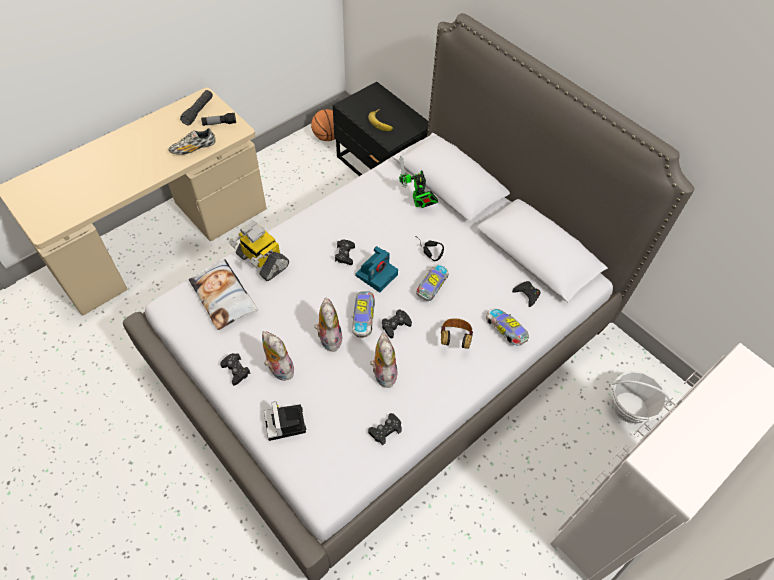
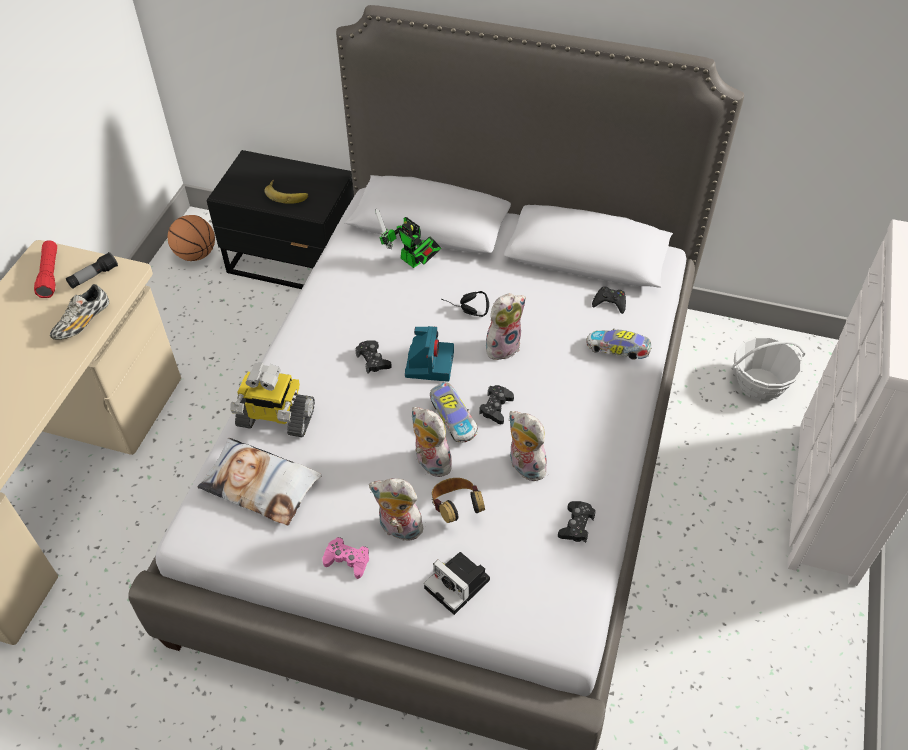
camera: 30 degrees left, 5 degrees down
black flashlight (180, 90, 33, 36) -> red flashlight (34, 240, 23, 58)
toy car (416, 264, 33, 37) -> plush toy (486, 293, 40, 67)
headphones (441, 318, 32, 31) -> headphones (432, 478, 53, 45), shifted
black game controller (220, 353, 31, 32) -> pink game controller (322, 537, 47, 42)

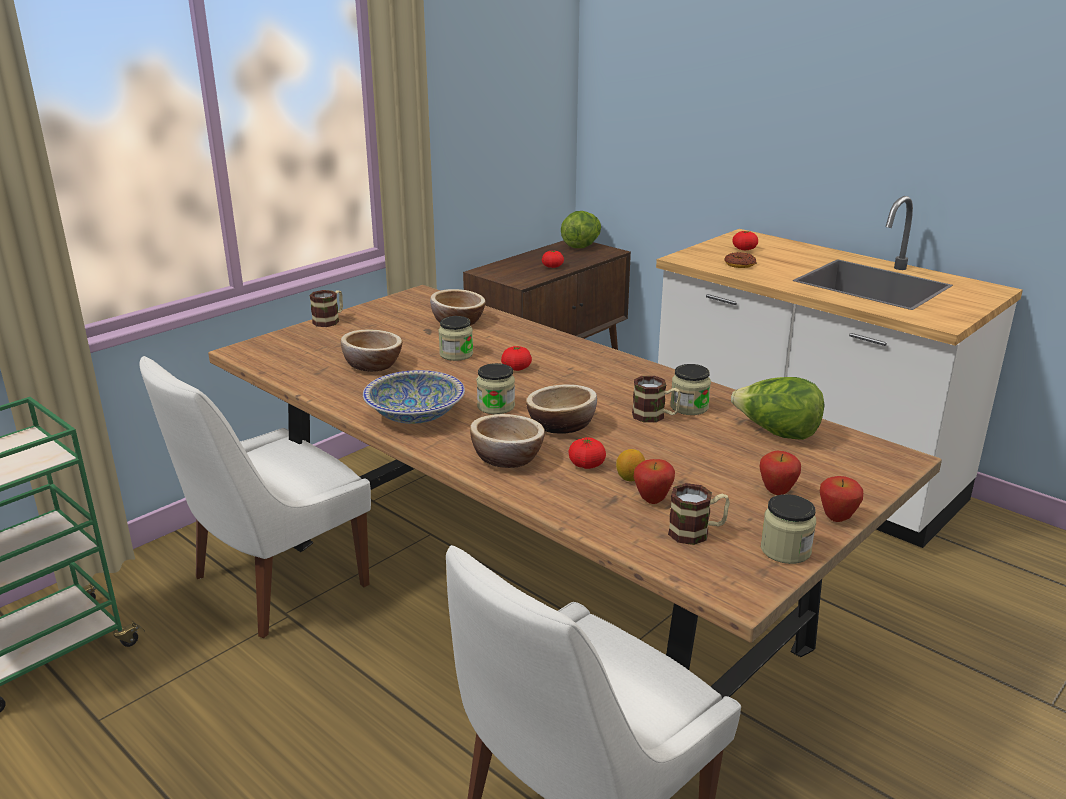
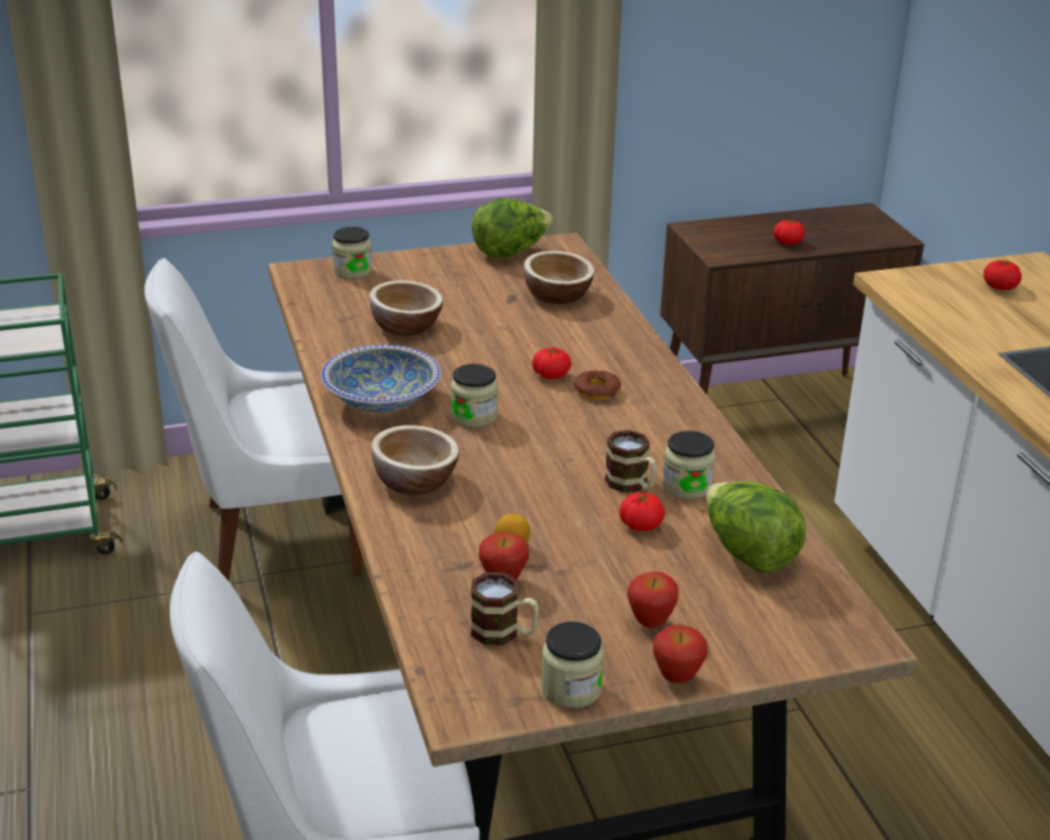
camera: 30 degrees right, 5 degrees up
lettuce (561, 211, 40, 37) -> lettuce (472, 198, 81, 60), shifted
donut (724, 252, 32, 16) -> donut (574, 370, 47, 30), shifted
mug (309, 290, 34, 37) -> none
jar (438, 316, 35, 45) -> jar (332, 227, 40, 52), shifted
bowl (526, 384, 71, 49) -> none
tomato (569, 437, 37, 32) -> tomato (619, 493, 46, 38), shifted

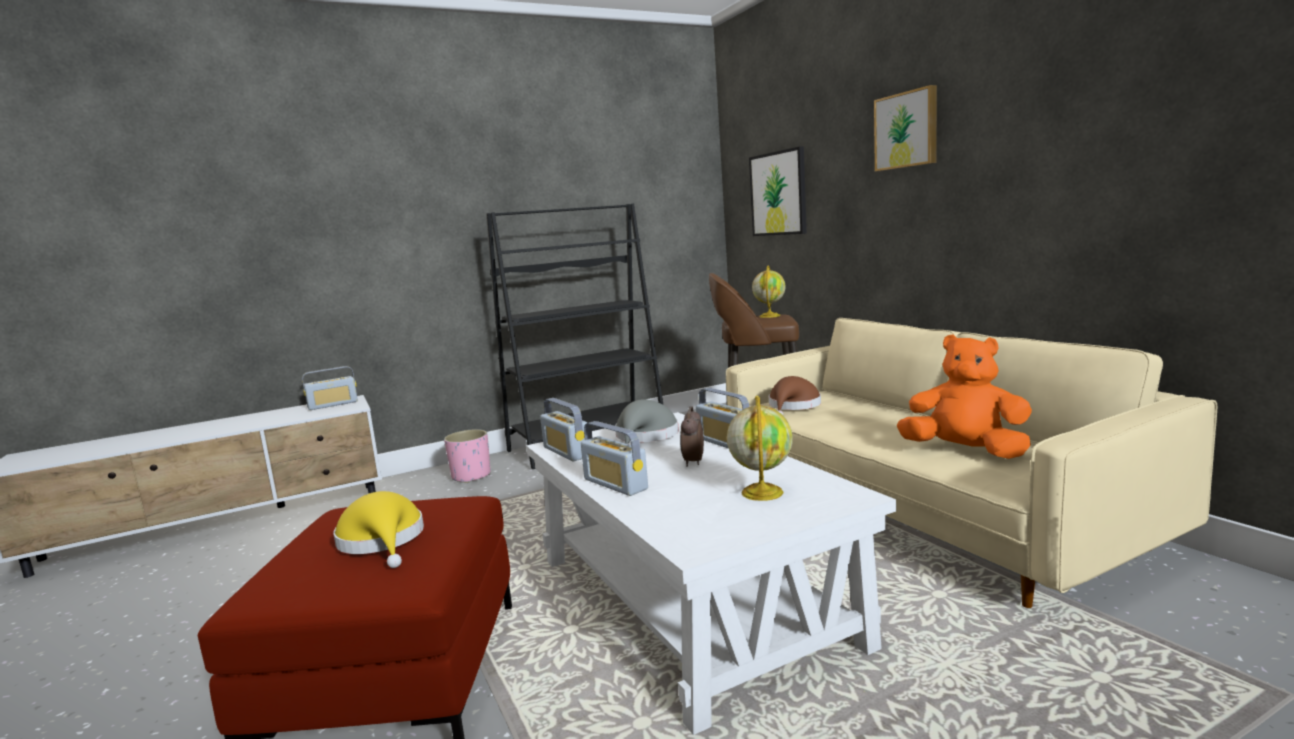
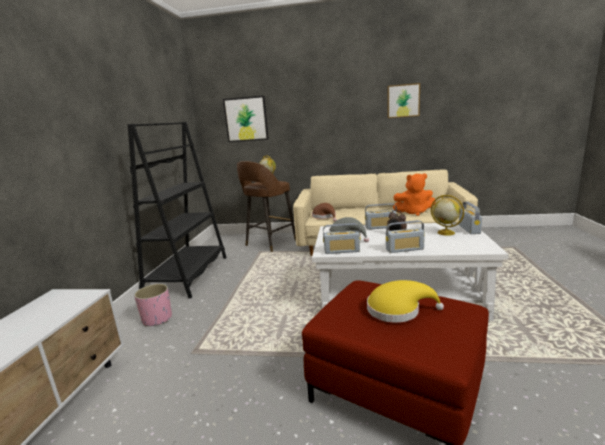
camera: 55 degrees left, 5 degrees up
picture (874, 85, 63, 86) -> picture (388, 83, 32, 35), shifted
orange plush toy (897, 334, 135, 125) -> orange plush toy (393, 173, 43, 43), 150 degrees counterclockwise
radio (302, 366, 56, 44) -> radio (458, 202, 24, 32), shifted

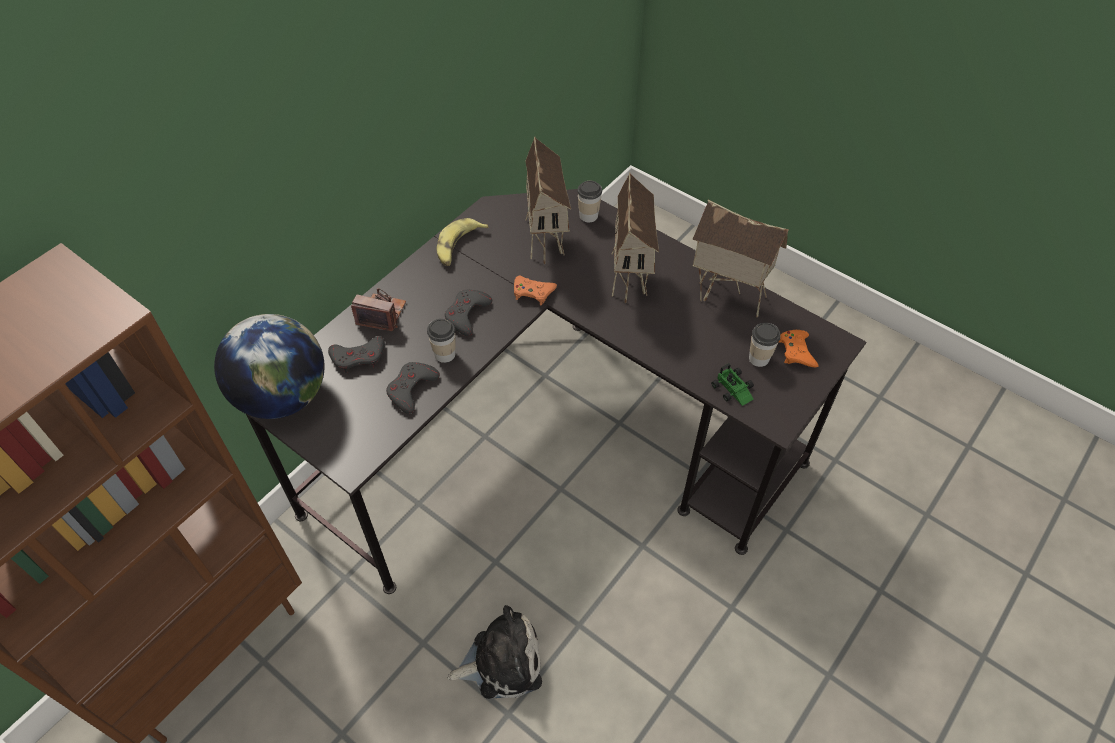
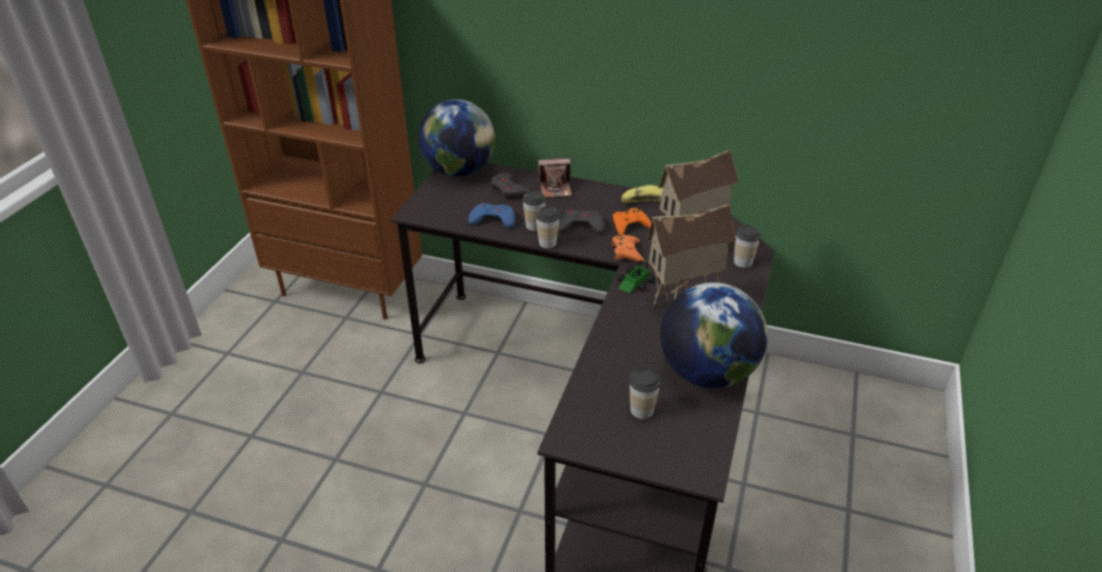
camera: 70 degrees right, 15 degrees down
toy house (692, 199, 97, 119) -> globe (660, 282, 108, 106)
photo camera (351, 288, 55, 43) -> photo camera (537, 157, 35, 41), 90 degrees clockwise
orange game controller (779, 330, 40, 37) -> orange game controller (613, 208, 38, 27), shifted
grey game controller (386, 362, 54, 52) -> blue game controller (468, 203, 47, 25)
toy car (711, 363, 43, 43) -> toy car (617, 260, 38, 34), shifted
plush toy (448, 605, 94, 94) -> none
none -> cup (536, 206, 24, 42)

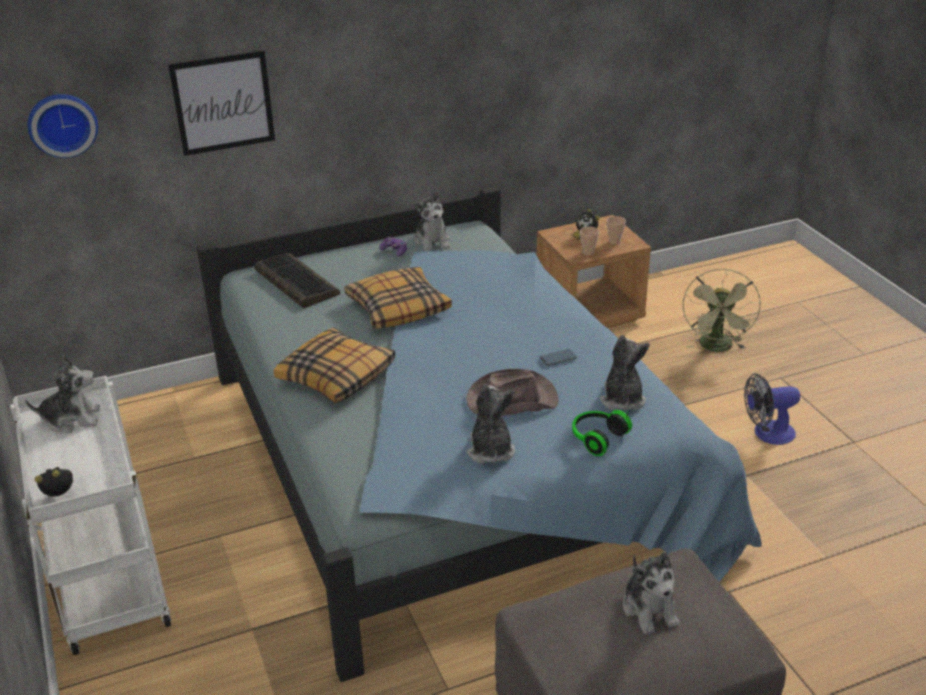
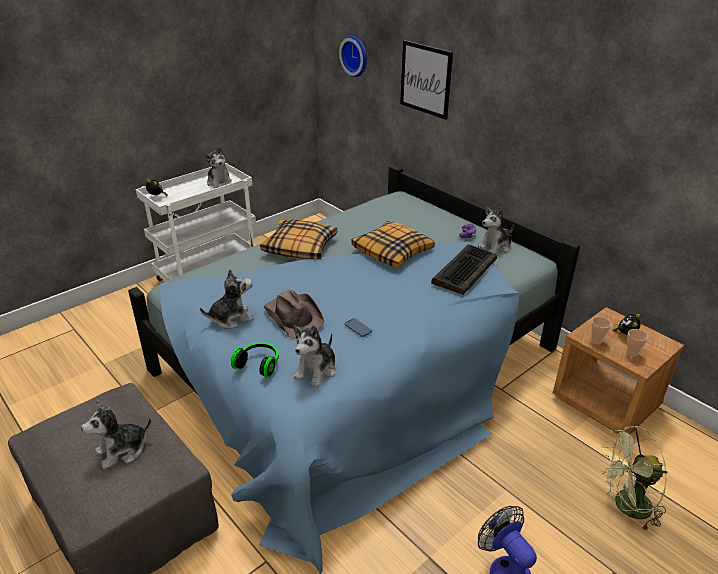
camera: 70 degrees right, 0 degrees up
keyboard (255, 253, 85, 55) -> keyboard (431, 245, 66, 50), shifted
plush toy (600, 335, 50, 75) -> plush toy (294, 325, 42, 62), 135 degrees clockwise

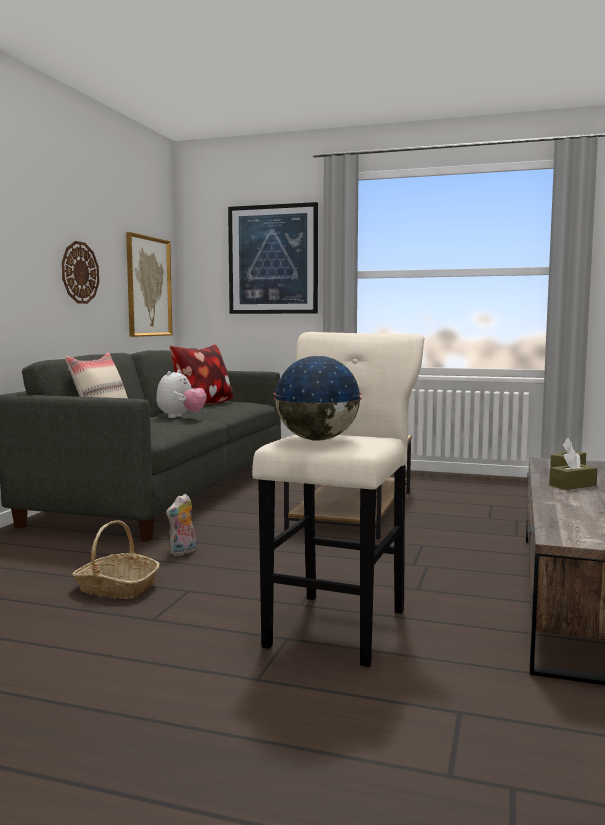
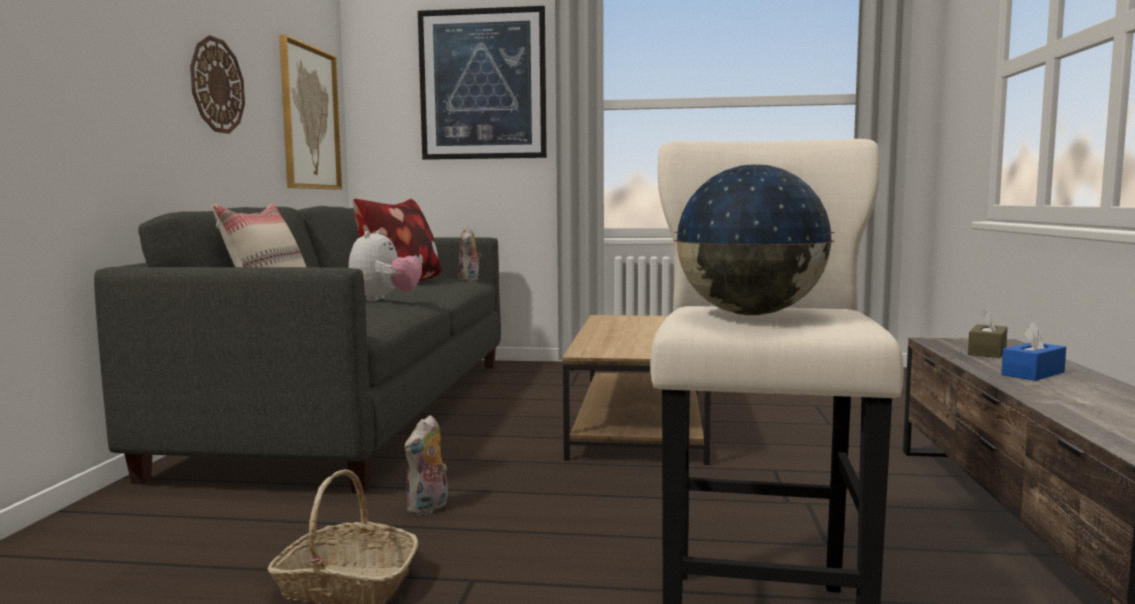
camera: 10 degrees left, 0 degrees up
brown tissue box (549, 450, 49, 40) -> blue tissue box (1001, 322, 65, 59)
none -> plush toy (458, 226, 24, 56)

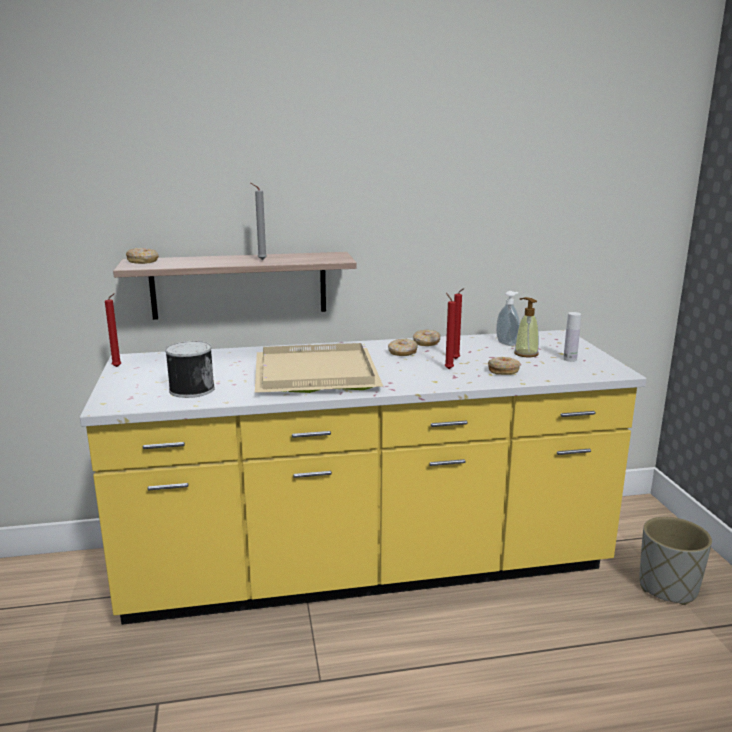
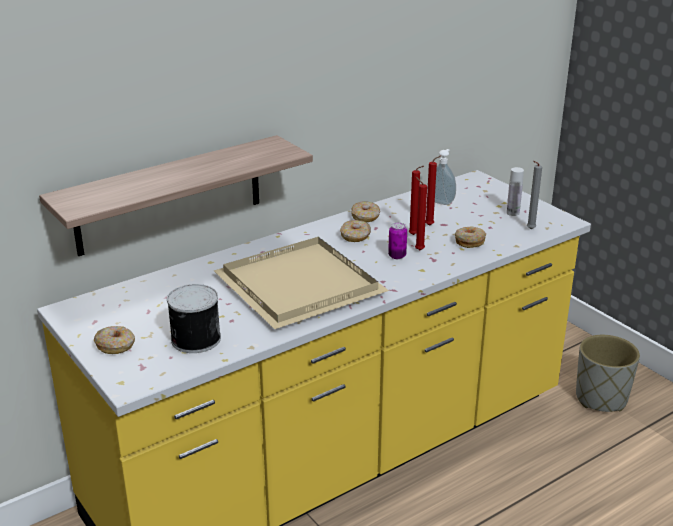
camera: 25 degrees left, 10 degrees up
grey candle (251, 183, 16, 77) -> grey candle (527, 161, 15, 68), shifted
donut (126, 248, 33, 16) -> donut (94, 326, 41, 28), shifted
red candle (105, 293, 16, 74) -> red candle (425, 155, 16, 71), shifted
soap dispenser (514, 297, 25, 60) -> none
none -> can (388, 222, 19, 37)

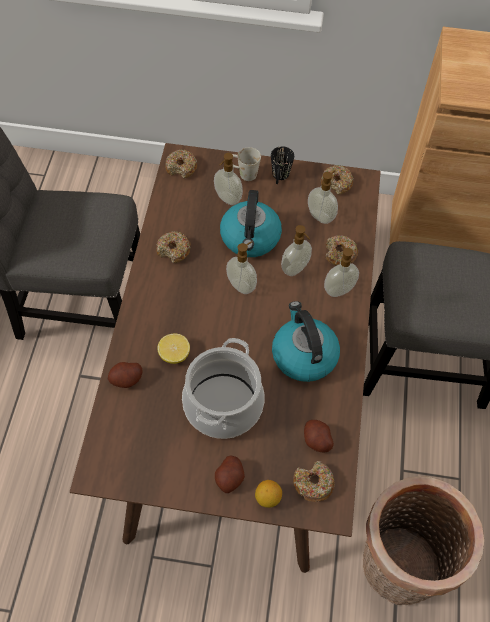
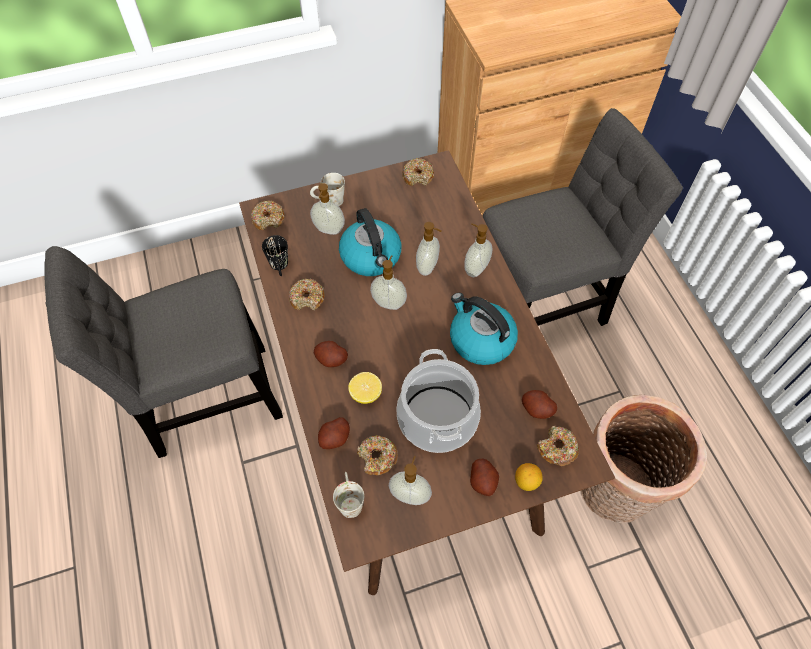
camera: 25 degrees left, 0 degrees up
black mug (271, 146, 23, 38) -> black mug (262, 235, 26, 41), shifted
soap dispenser (308, 170, 30, 54) -> soap dispenser (389, 456, 43, 49), shifted
donut (325, 235, 33, 31) -> donut (357, 436, 41, 39), shifted
none -> potato (314, 341, 34, 26)
none -> white mug (333, 472, 31, 46)

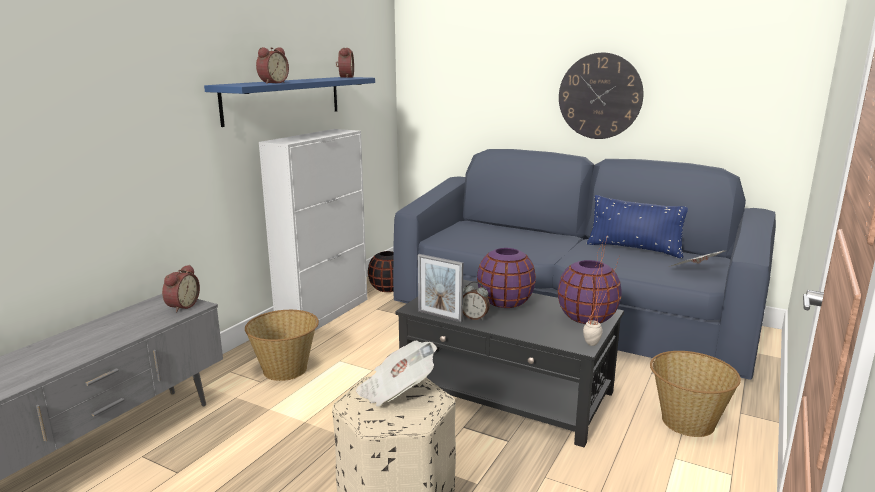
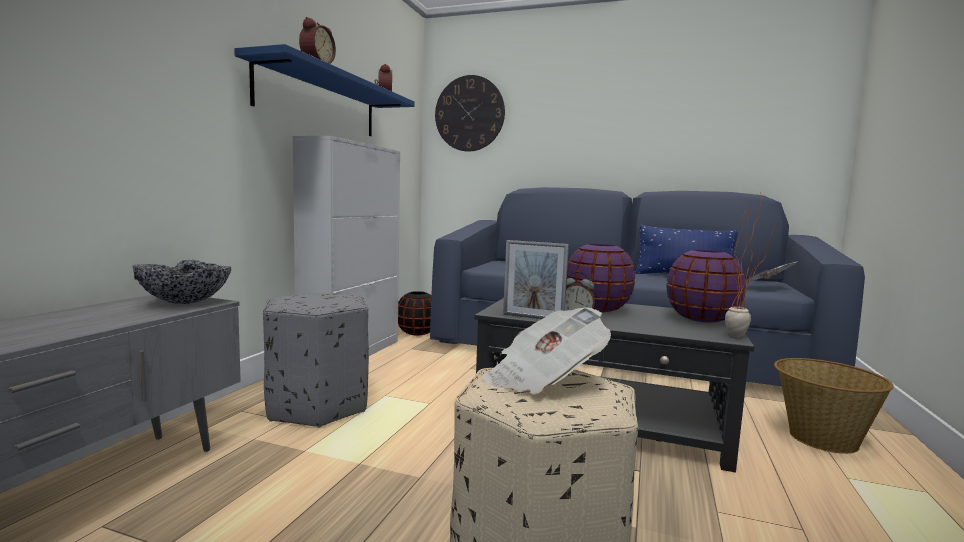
camera: 10 degrees left, 10 degrees down
wall clock (559, 53, 84, 86) -> wall clock (435, 75, 70, 77), shifted
alarm clock (162, 265, 38, 47) -> bowl (133, 260, 98, 44)
basket (245, 310, 74, 71) -> grey ottoman (263, 293, 106, 135)

